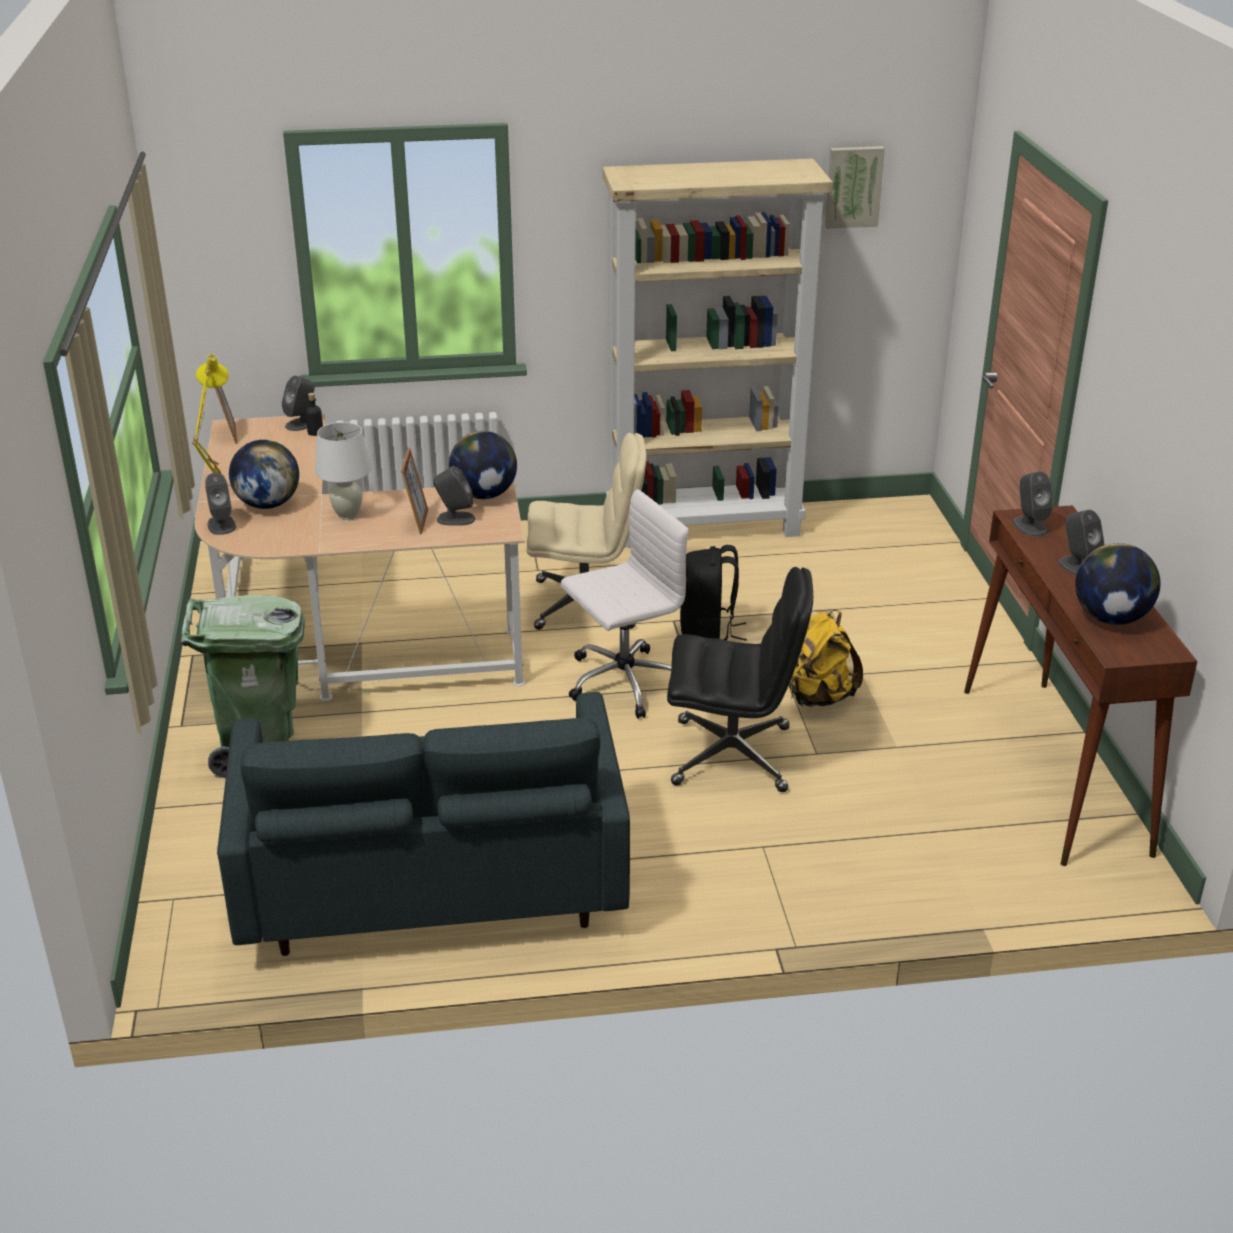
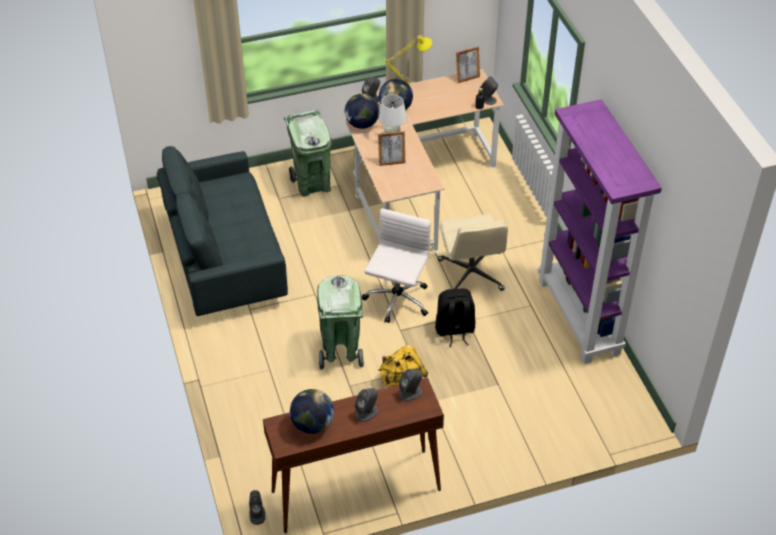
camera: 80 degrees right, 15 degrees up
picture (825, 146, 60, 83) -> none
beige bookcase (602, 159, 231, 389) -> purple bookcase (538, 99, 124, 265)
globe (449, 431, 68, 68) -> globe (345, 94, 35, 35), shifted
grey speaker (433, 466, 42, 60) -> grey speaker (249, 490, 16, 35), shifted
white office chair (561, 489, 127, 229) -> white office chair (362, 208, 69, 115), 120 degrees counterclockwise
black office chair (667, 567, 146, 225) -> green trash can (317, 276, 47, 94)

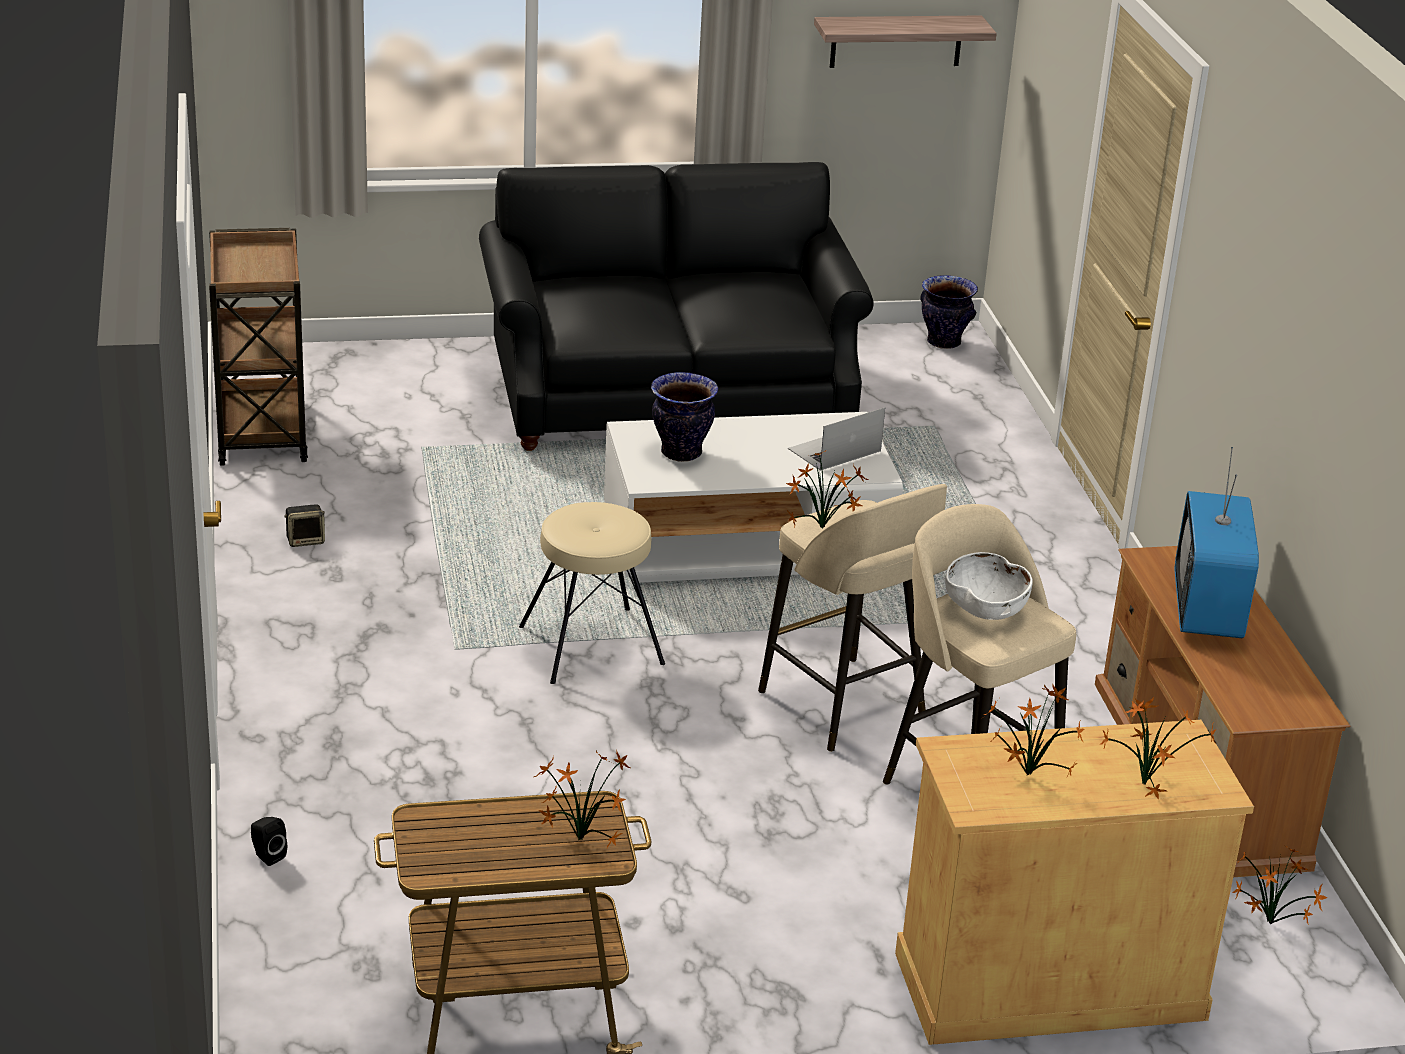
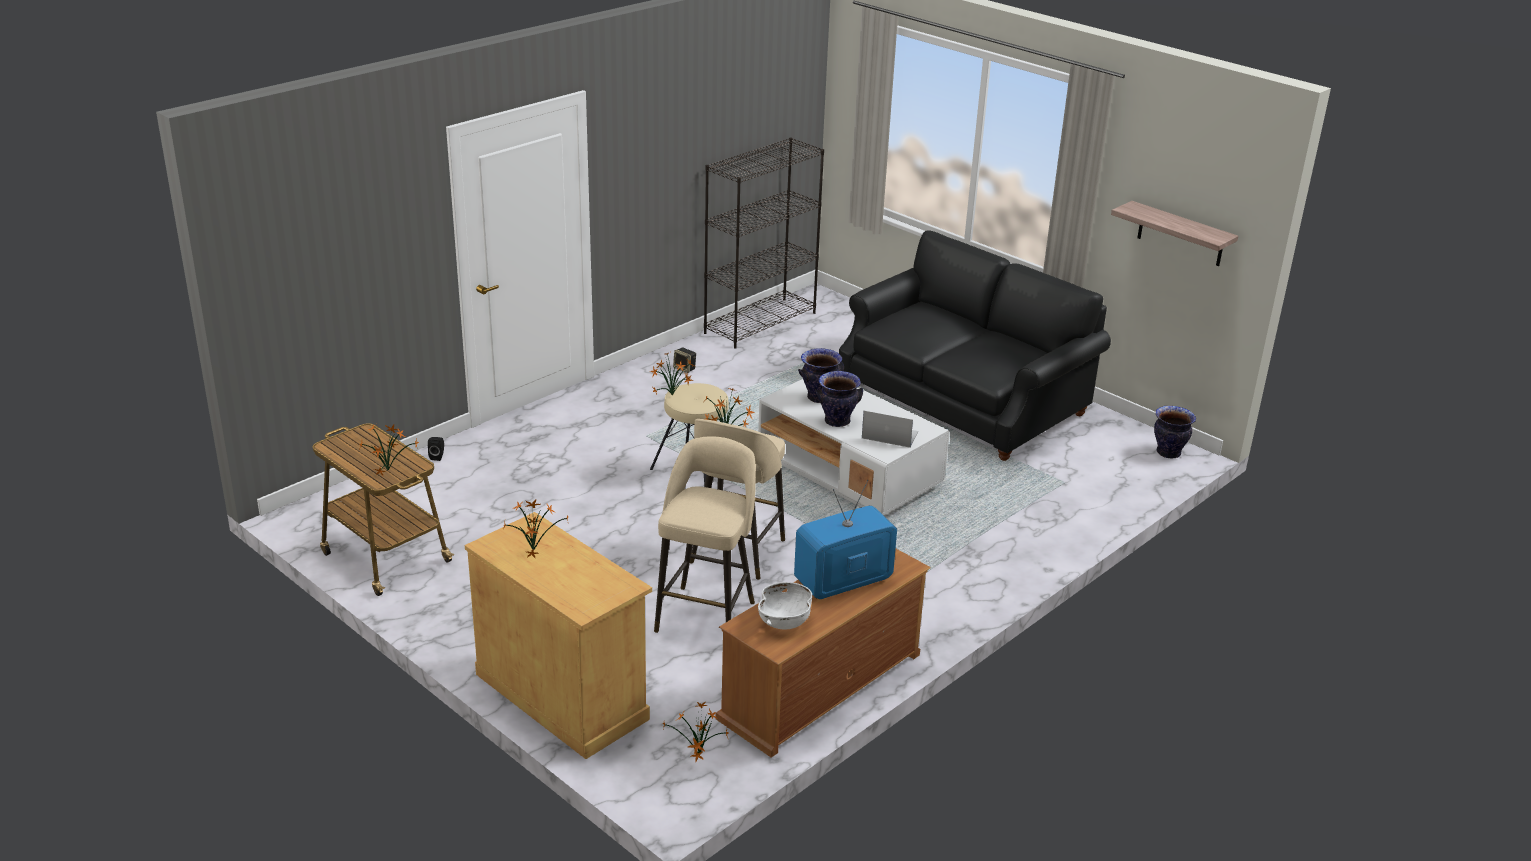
camera: 55 degrees right, 0 degrees up
brown cart (209, 228, 99, 238) -> black bookcase (704, 138, 120, 210)
white bowl (945, 552, 88, 68) -> white bowl (758, 582, 54, 47), shifted
potted plant (1099, 697, 118, 103) -> potted plant (650, 351, 44, 44), shifted
none -> vase (815, 371, 48, 56)

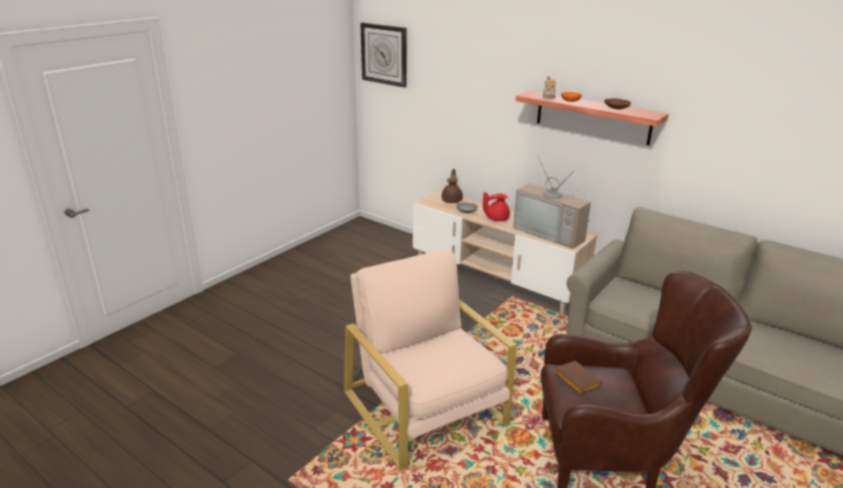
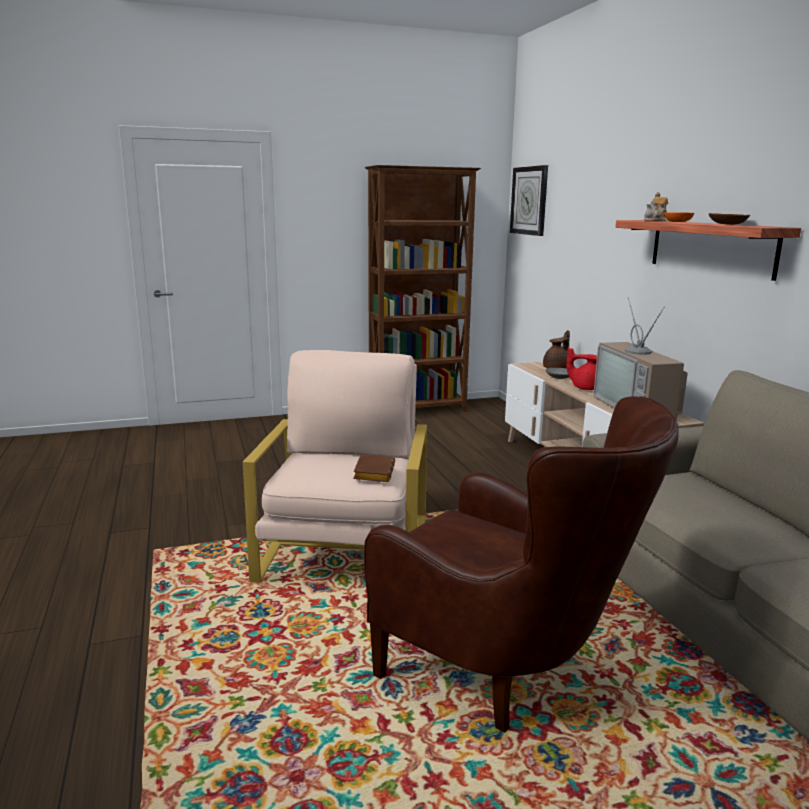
camera: 35 degrees right, 10 degrees down
brown book (554, 361, 48, 34) -> brown book (353, 454, 42, 28), shifted
none -> brown bookcase (365, 165, 116, 247)

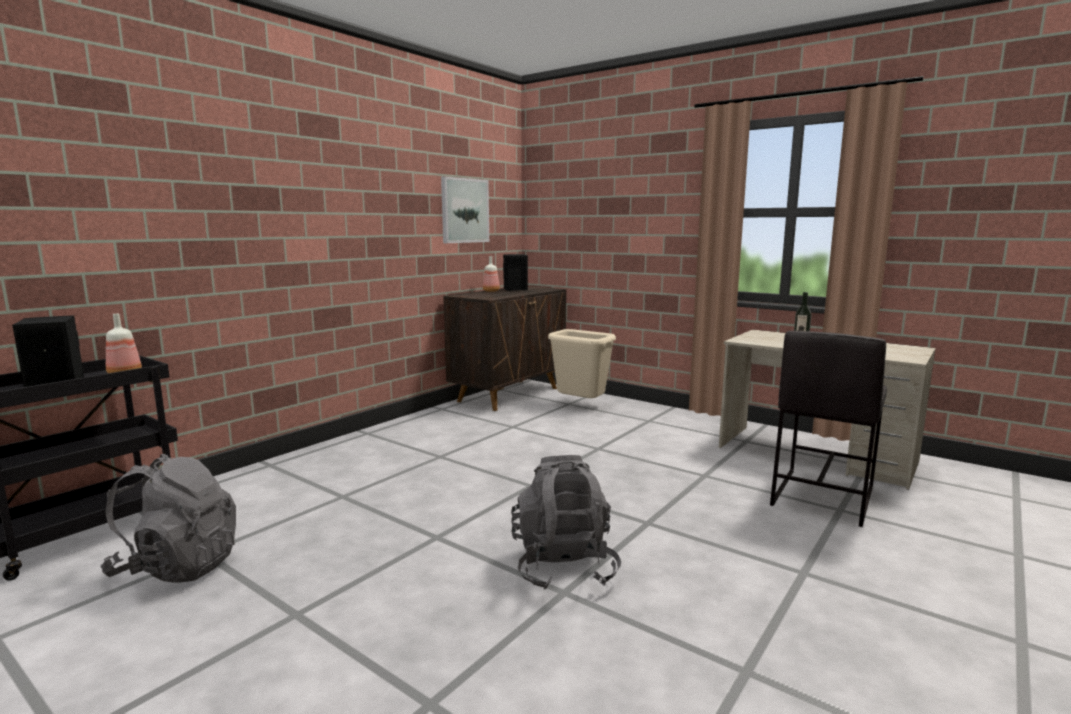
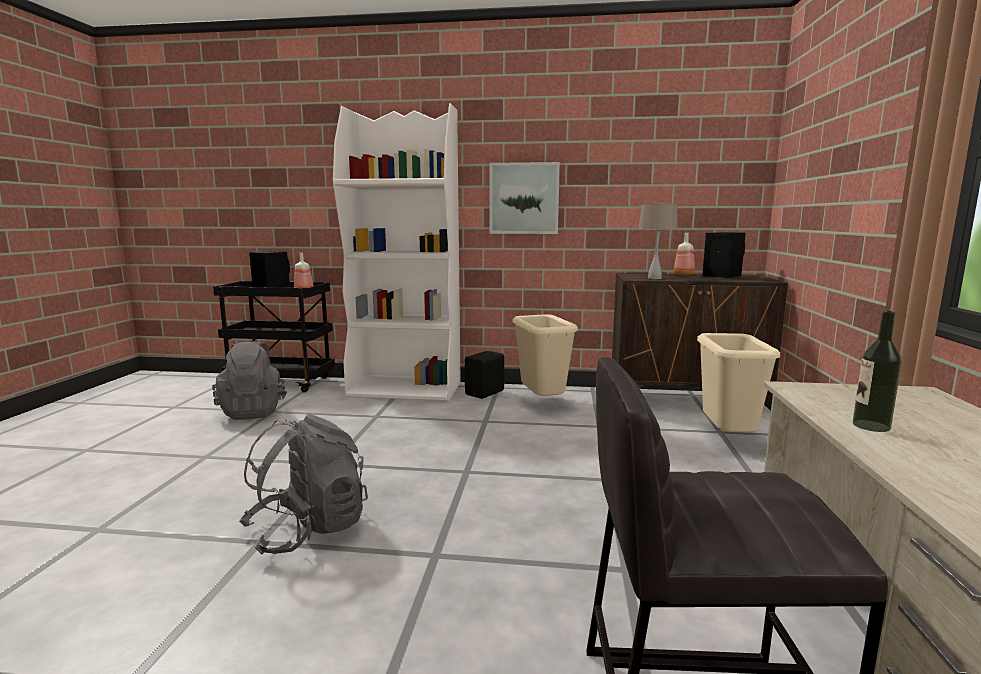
camera: 60 degrees right, 0 degrees up
picture (441, 176, 48, 67) -> picture (490, 162, 70, 72), shifted
none -> white bookcase (333, 103, 128, 298)
none -> beige table lamp (639, 202, 39, 77)
none -> beige trash can (512, 314, 66, 82)
none -> black speaker (465, 351, 39, 48)

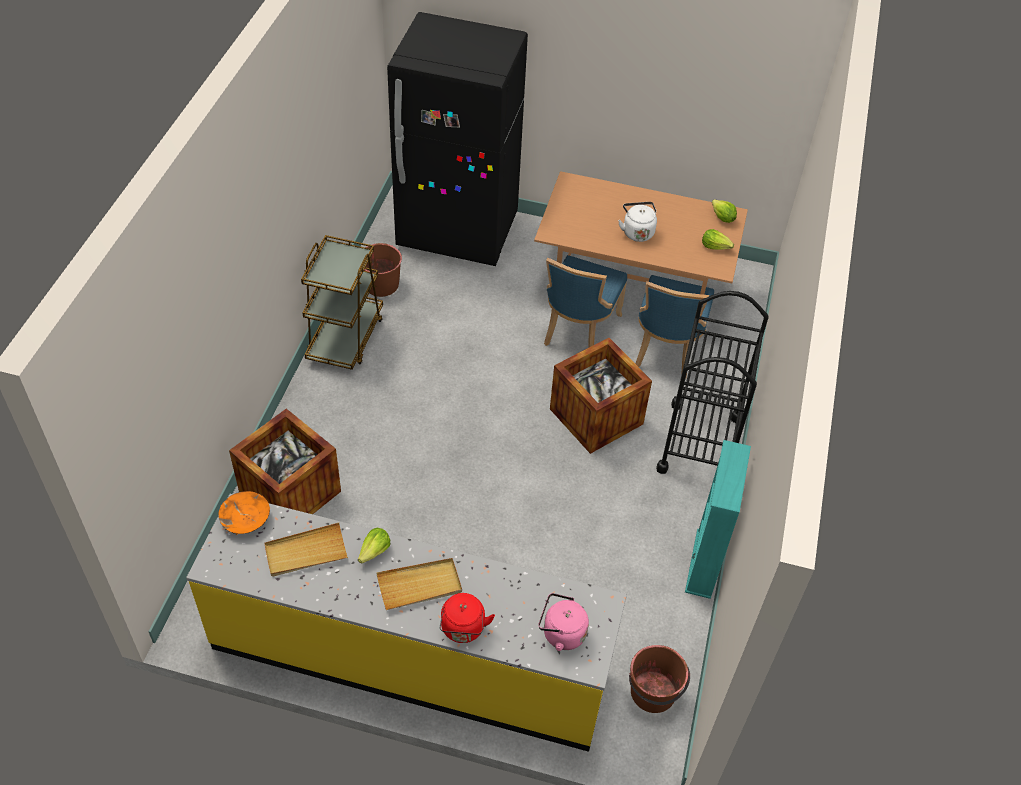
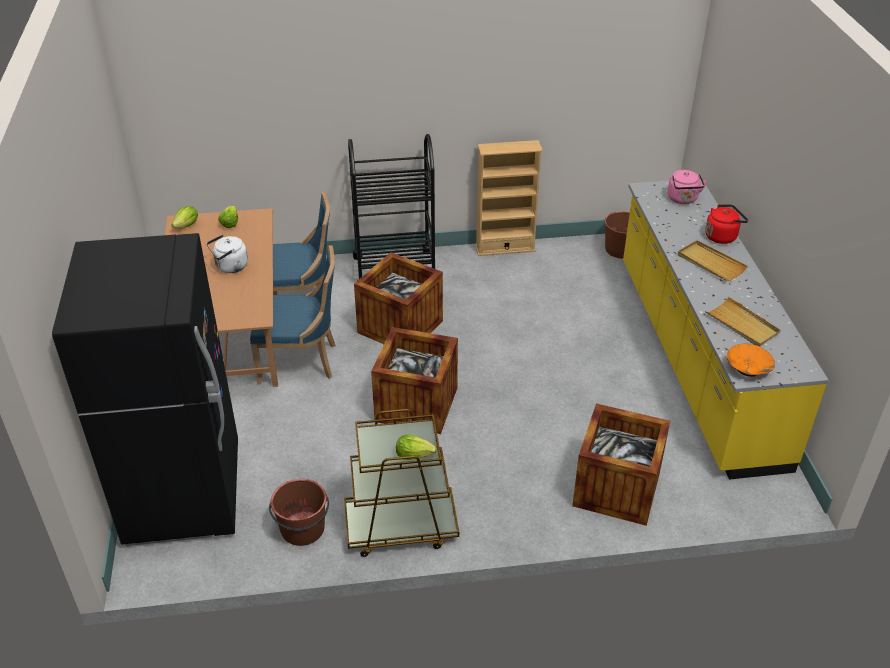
camera: 110 degrees left, 10 degrees down
turquoise bookcase (685, 440, 66, 159) -> beige bookcase (475, 140, 68, 116)
lettuce (358, 528, 32, 35) -> lettuce (396, 434, 41, 26), shifted
none -> crate (371, 327, 87, 107)

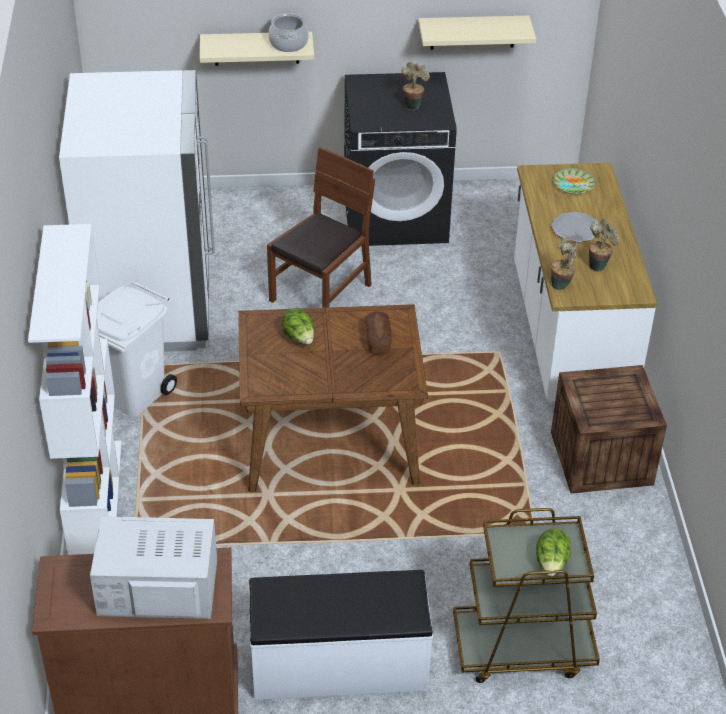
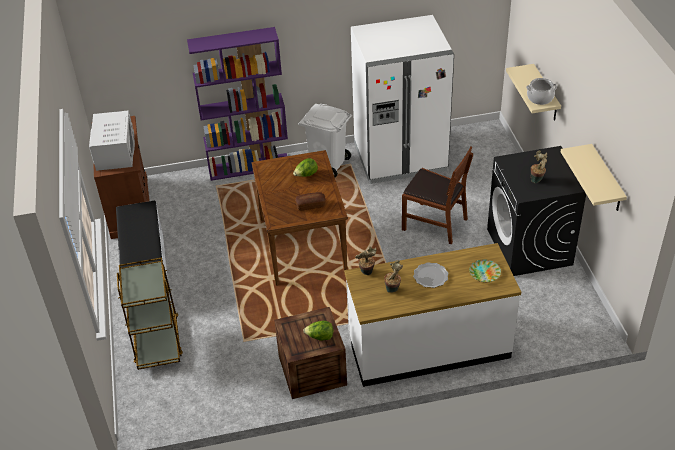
camera: 85 degrees right, 0 degrees up
white bookcase (28, 224, 94, 331) -> purple bookcase (187, 27, 101, 154)
lettuce (536, 529, 35, 47) -> lettuce (303, 321, 30, 19), shifted

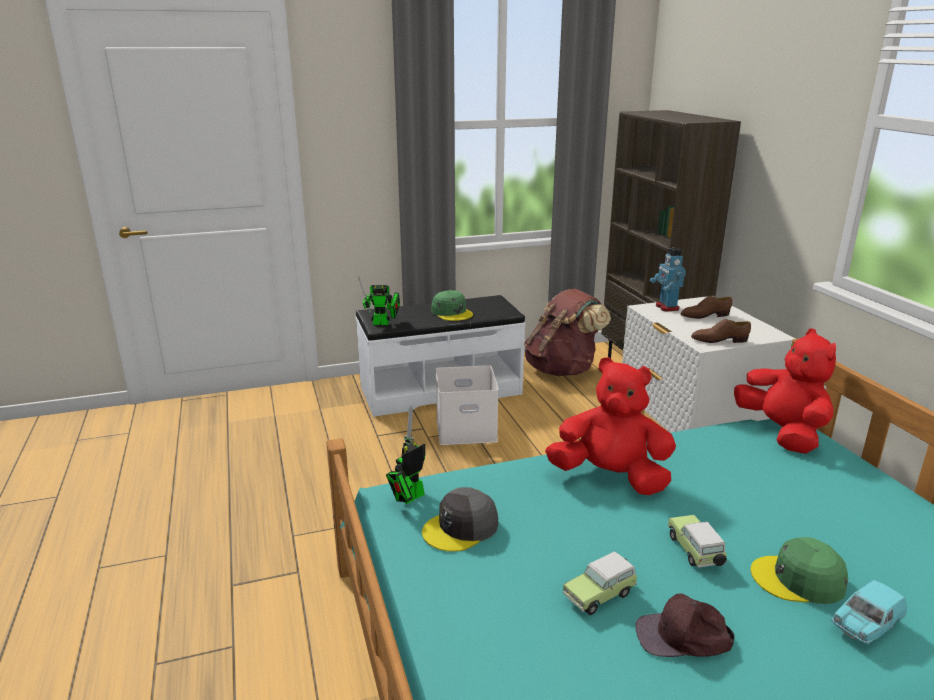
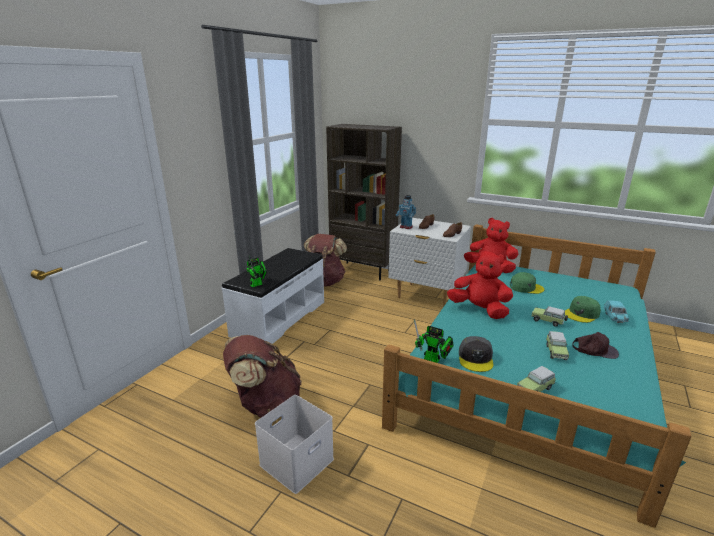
camera: 45 degrees left, 0 degrees up
green cap (431, 290, 42, 31) -> green cap (510, 272, 34, 22), shifted
red plush toy (545, 357, 131, 138) -> red plush toy (447, 249, 66, 70), 60 degrees clockwise
white storage box (436, 365, 63, 80) -> white storage box (255, 395, 79, 99), shifted
toy robot (386, 406, 40, 98) -> toy robot (414, 320, 40, 43), 60 degrees counterclockwise
brown cap (635, 593, 99, 64) -> brown cap (573, 332, 46, 27), 120 degrees counterclockwise
none -> brown backpack (223, 335, 79, 83)
none -> toy car (517, 366, 39, 26)

